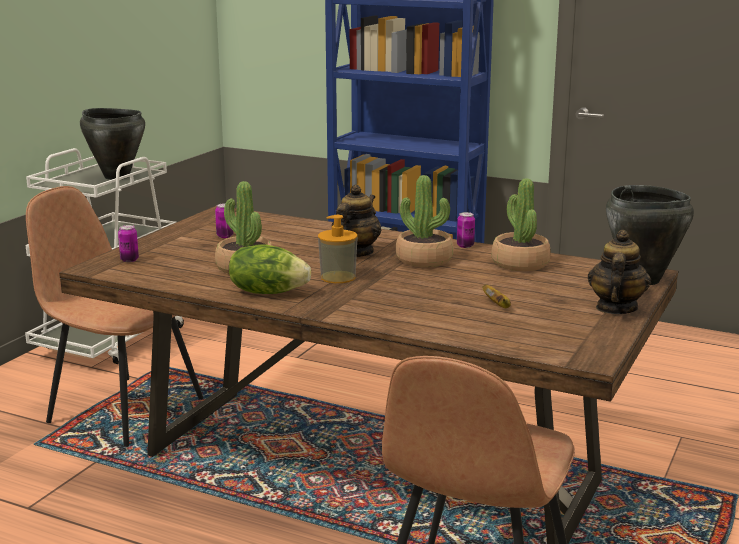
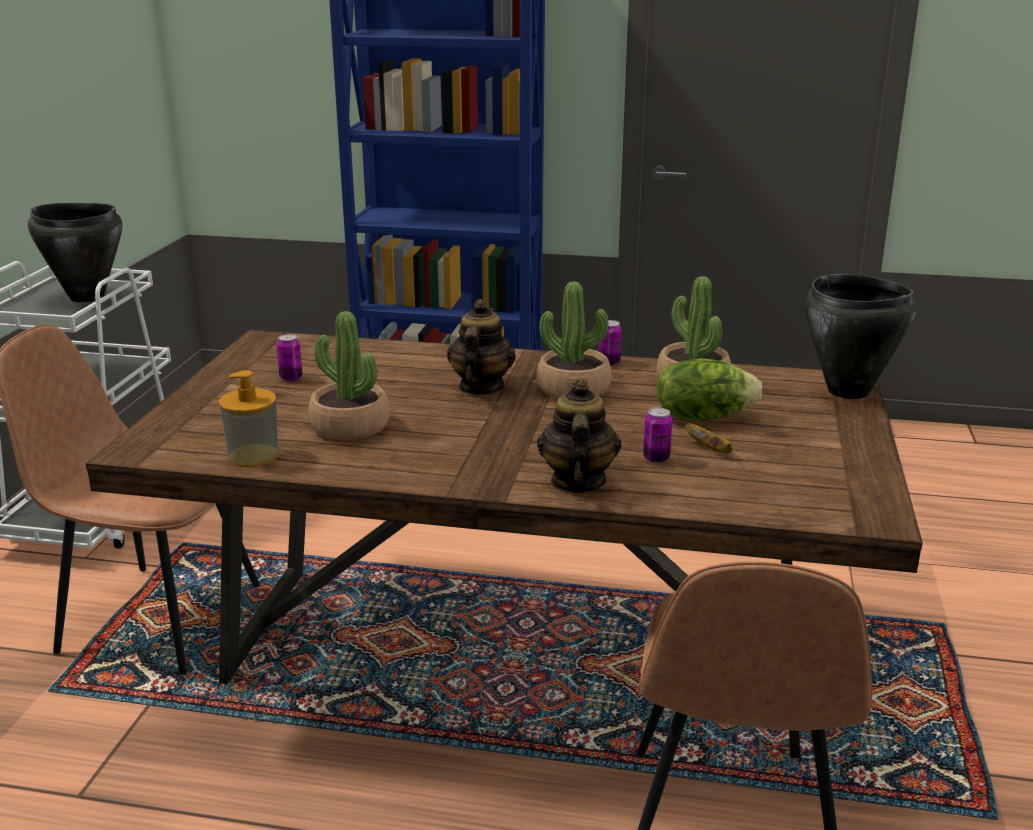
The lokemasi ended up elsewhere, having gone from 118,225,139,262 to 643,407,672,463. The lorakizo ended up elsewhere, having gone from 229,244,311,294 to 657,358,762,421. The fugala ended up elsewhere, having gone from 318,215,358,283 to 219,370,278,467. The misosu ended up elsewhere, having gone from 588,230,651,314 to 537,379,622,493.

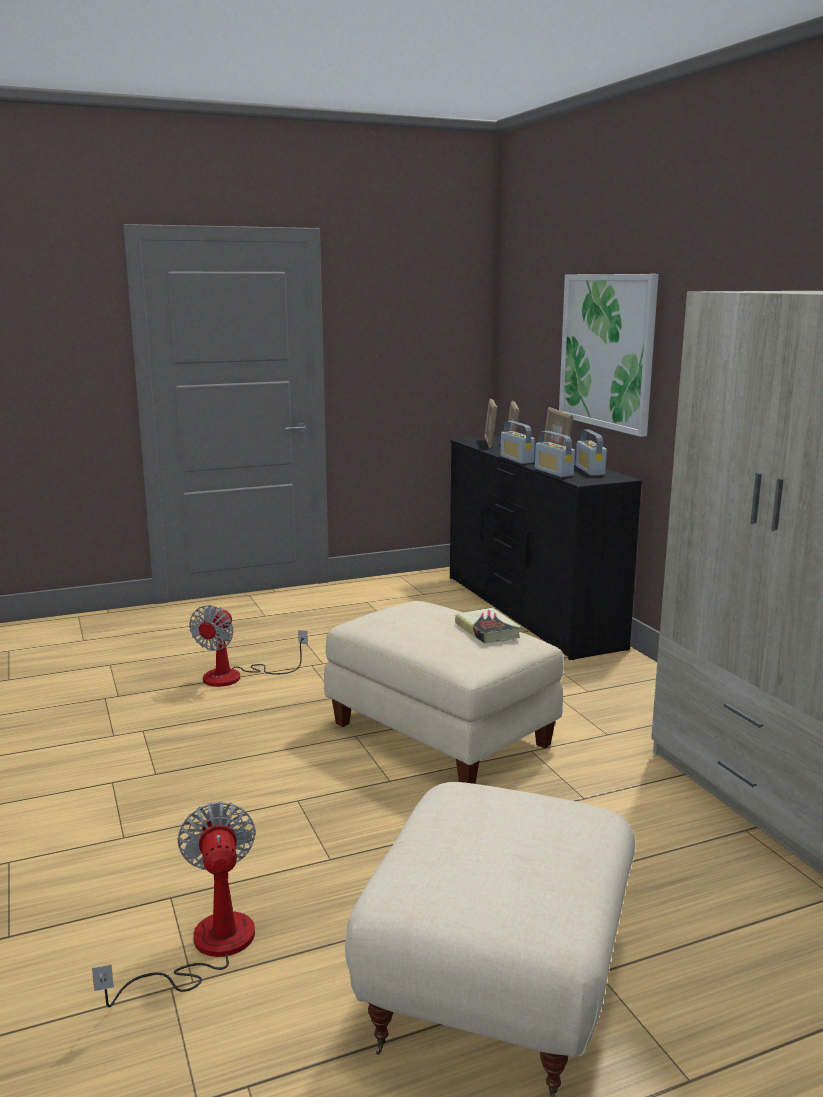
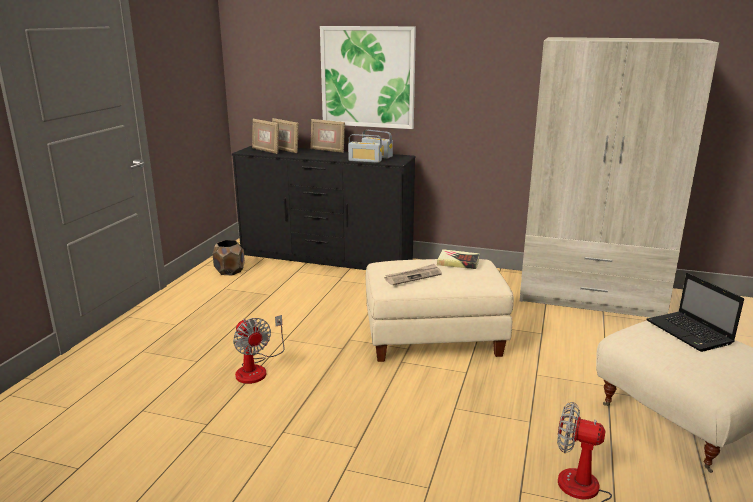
The second view lost the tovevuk at 500,421,535,464. The second view gained the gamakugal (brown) at 213,240,245,275. The second view gained the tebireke at 385,264,442,285. The second view gained the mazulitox at 646,273,744,352.

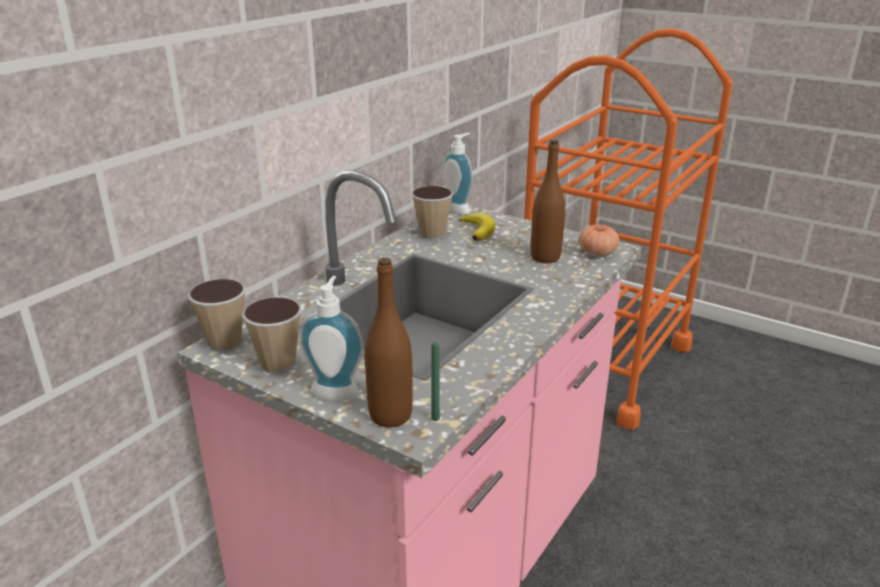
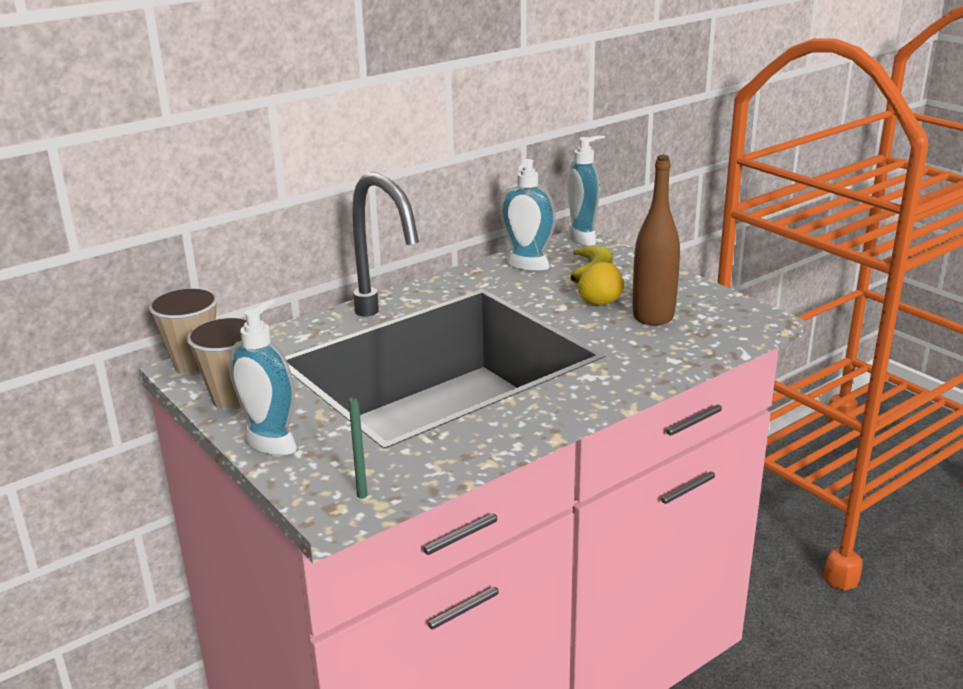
The second view lost the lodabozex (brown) at 365,258,413,427. Where the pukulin stood at 411,186,453,240, the fugala came to stand at 500,159,556,271. The second view lost the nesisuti at 579,225,619,256. The second view gained the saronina at 578,262,624,306.

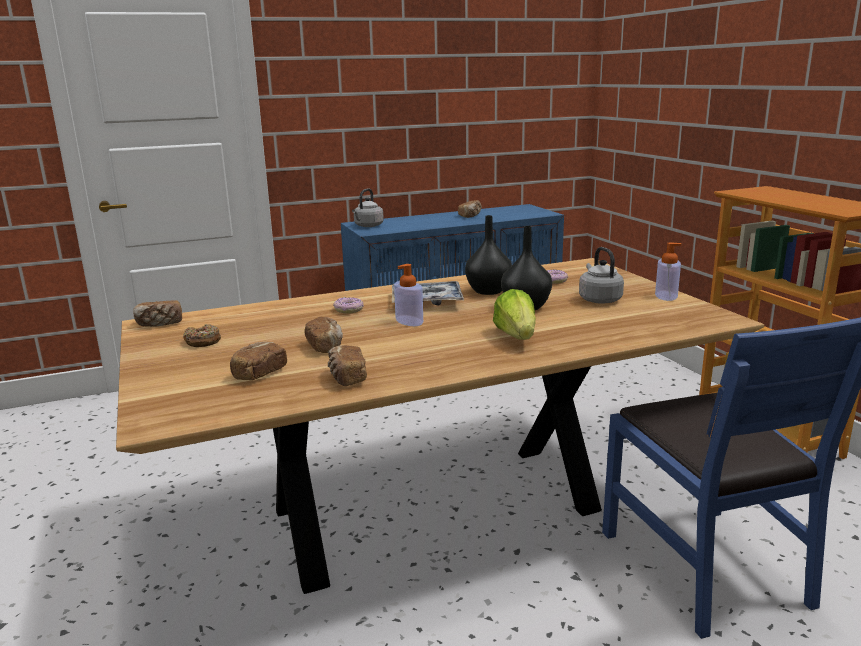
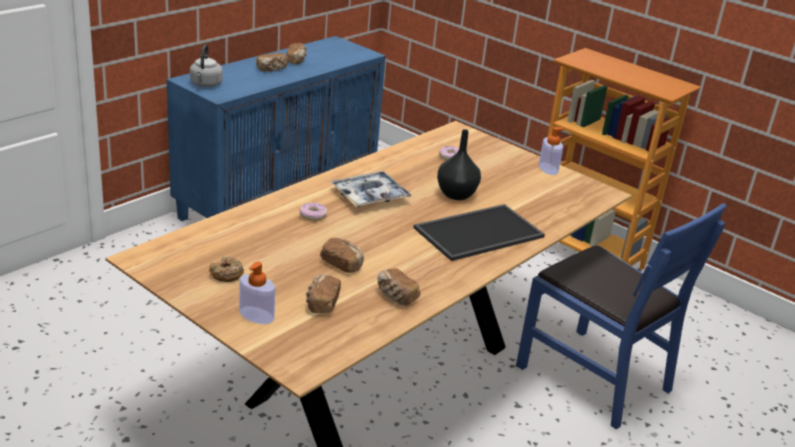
The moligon ended up elsewhere, having gone from 133,300,182,327 to 256,53,288,72. The fugala ended up elsewhere, having gone from 394,264,423,326 to 239,262,275,324. The second view lost the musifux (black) at 465,215,512,295. Where the lorakizo stood at 493,289,536,340, the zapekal came to stand at 414,204,545,261. The second view lost the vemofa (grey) at 579,247,624,304.

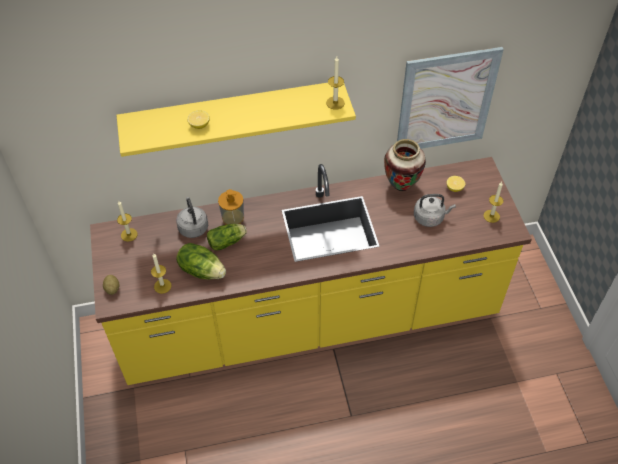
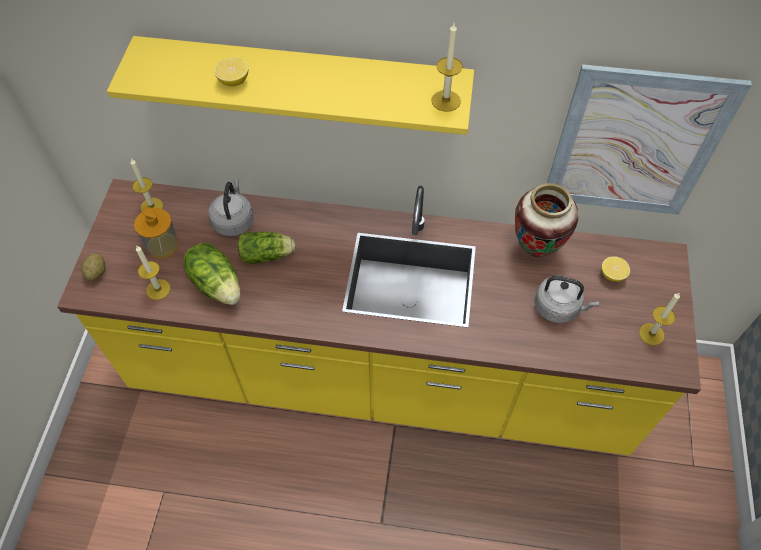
The fugala ended up elsewhere, having gone from 218,189,244,225 to 134,207,178,259.

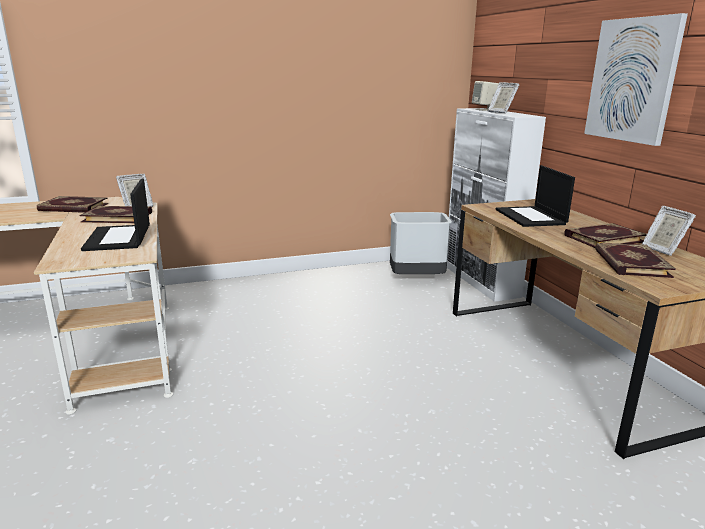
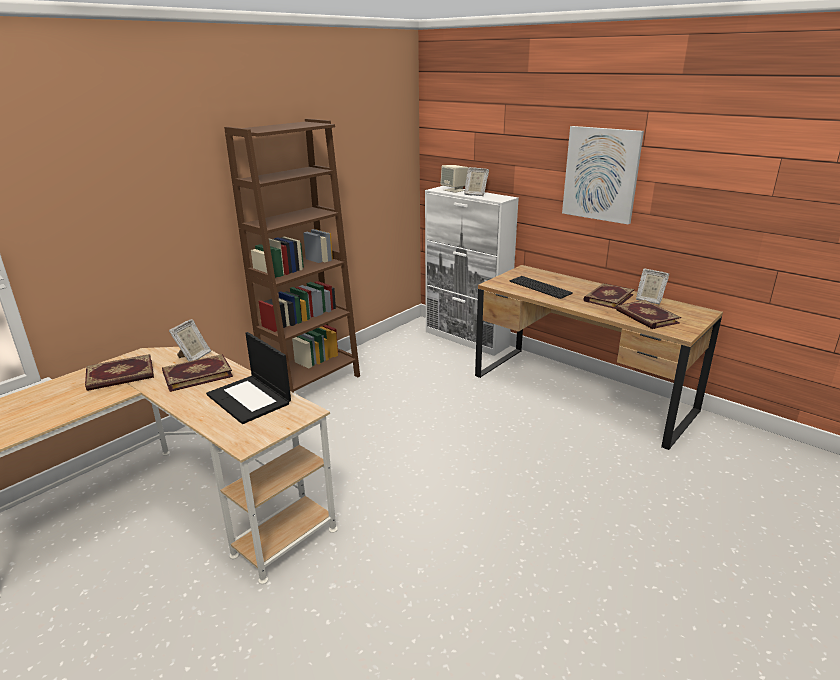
The second view lost the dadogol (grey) at 390,212,452,274. Where the mazulitox stood at 496,165,575,227, the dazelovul came to stand at 509,276,573,299. The second view gained the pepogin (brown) at 224,119,360,393.

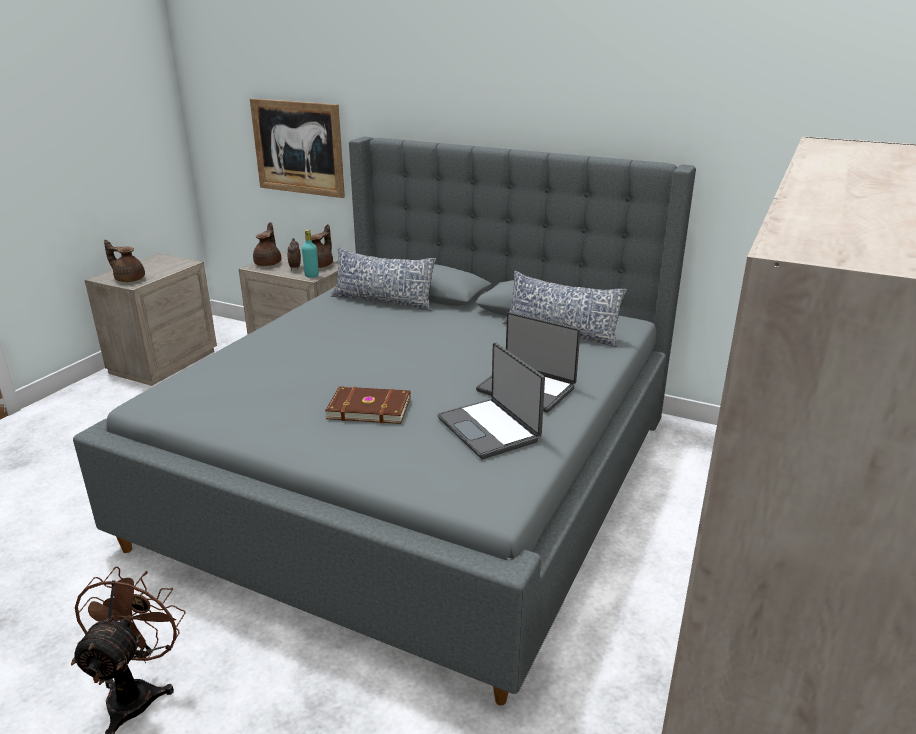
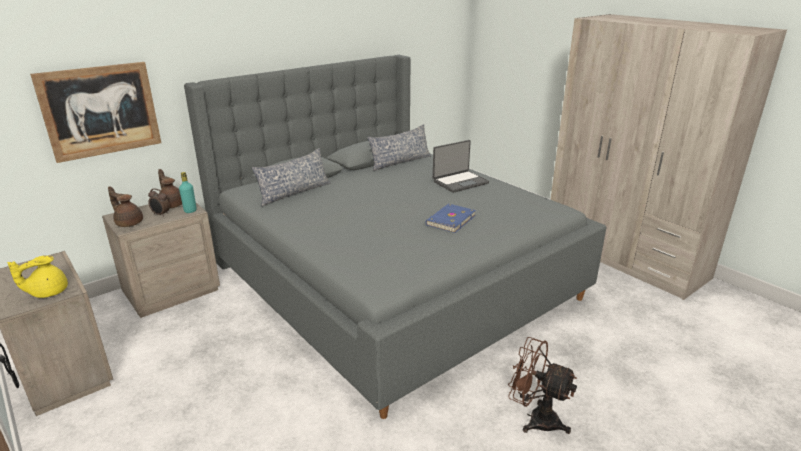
What was the misosu (brown) at 104,240,145,282 turned into the misosu (yellow) at 7,255,68,298. What was the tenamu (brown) at 325,386,411,424 turned into the tenamu (blue) at 425,204,476,233. The second view lost the mazulitox at 437,343,545,459.

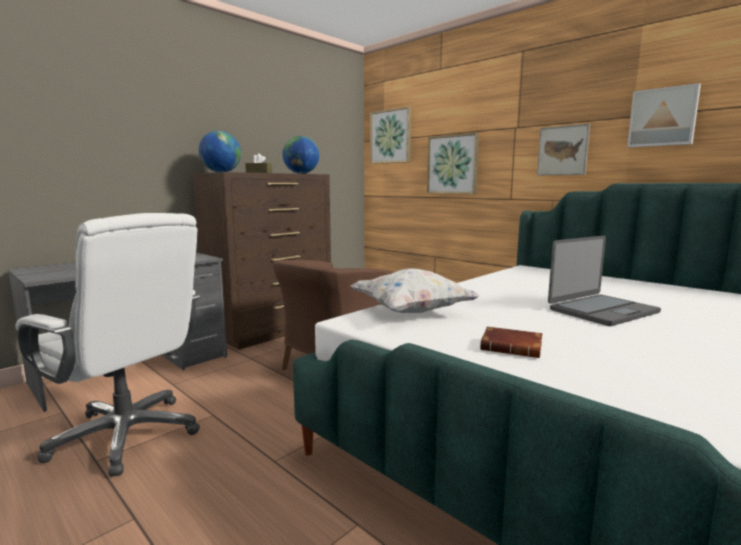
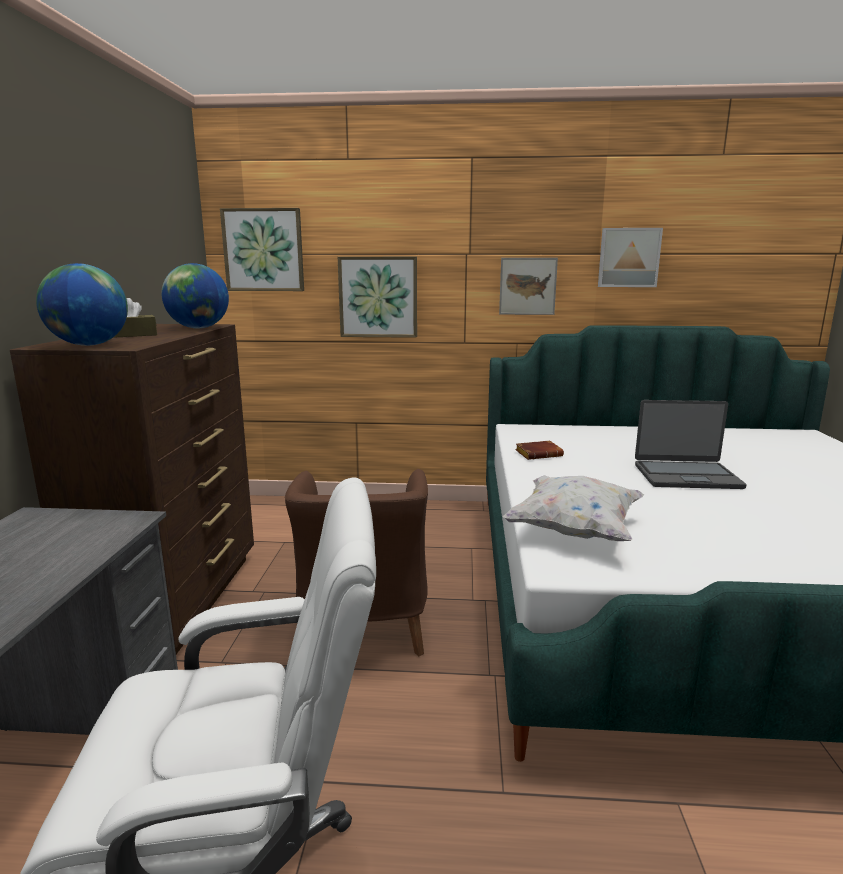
The tenamu (brown) ended up elsewhere, having gone from 480,326,542,358 to 515,441,564,460. The mazulitox at 548,236,661,326 ended up facing another way, 75 degrees clockwise from before.

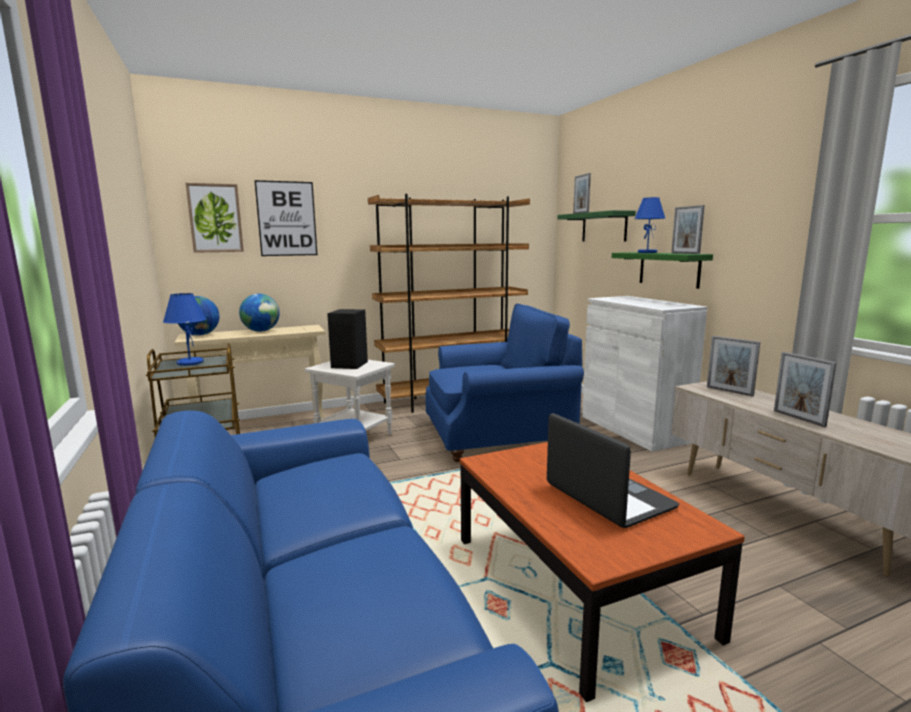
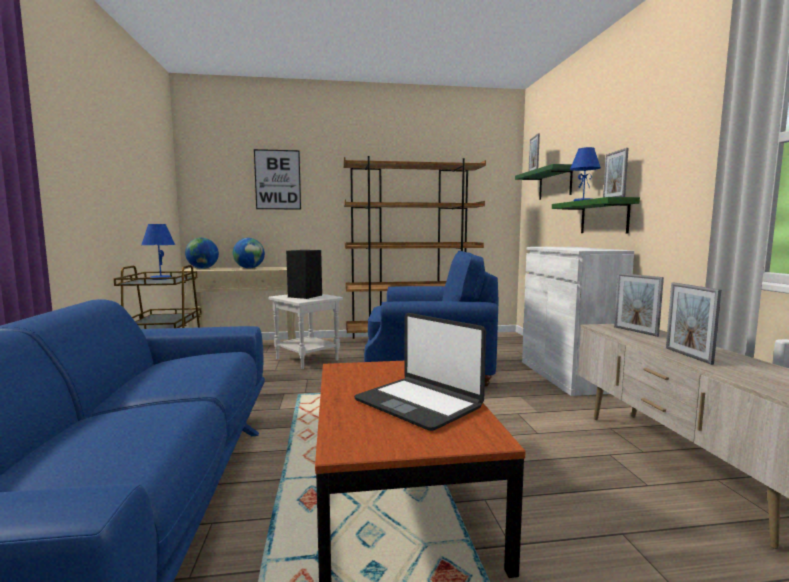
The second view lost the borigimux at 186,183,244,253. The mazulitox at 547,413,679,528 ended up facing another way, 150 degrees clockwise from before.

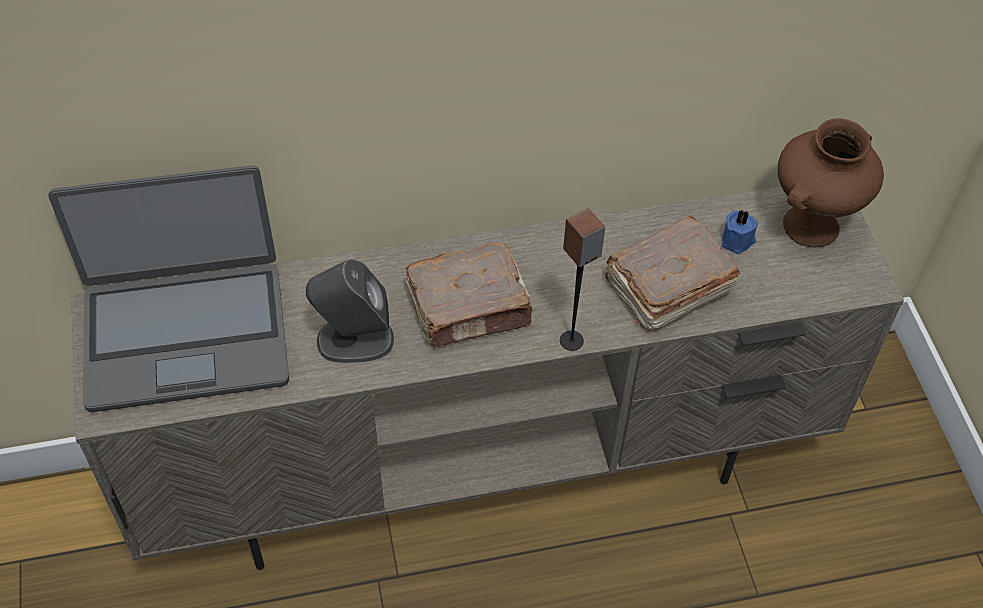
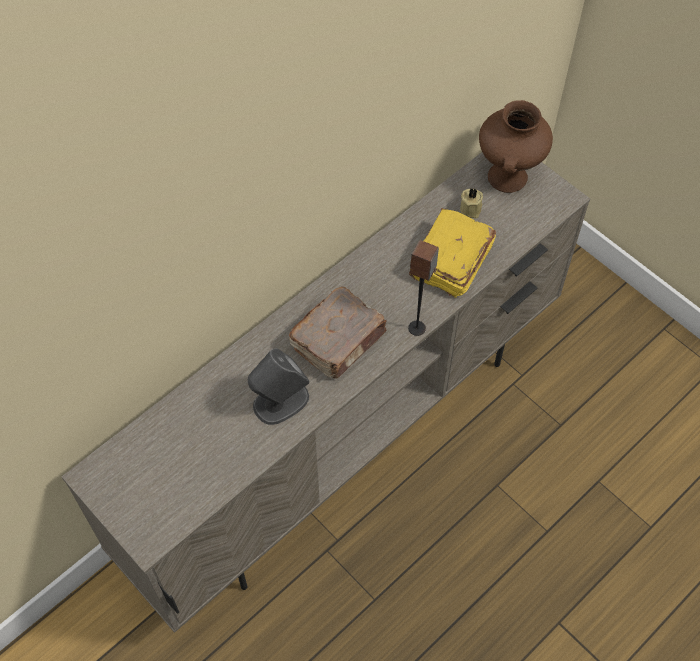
The second view lost the mazulitox at 48,165,289,412. What was the tenamu (brown) at 605,215,740,330 turned into the tenamu (yellow) at 409,208,496,298. What was the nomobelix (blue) at 722,210,758,254 turned into the nomobelix (beige) at 460,188,483,219.

